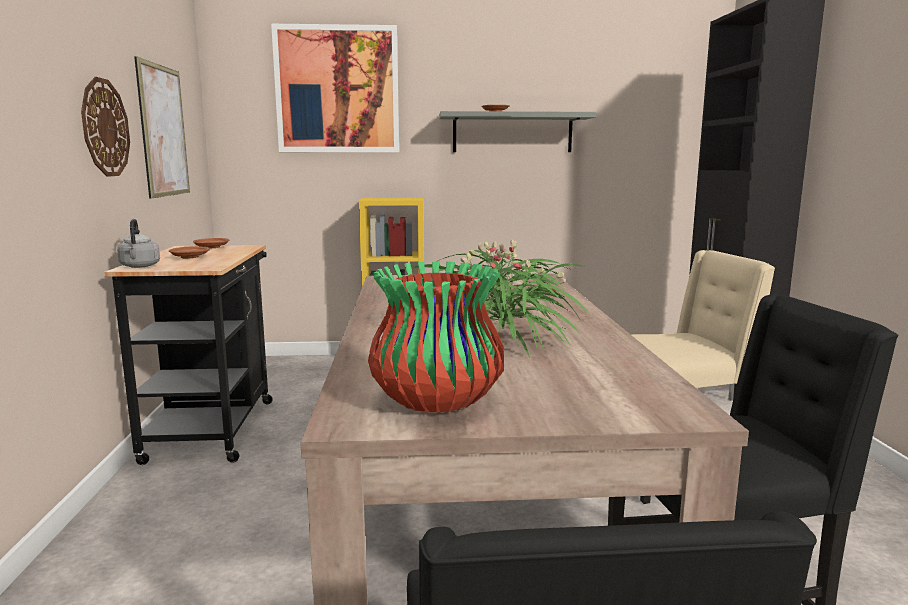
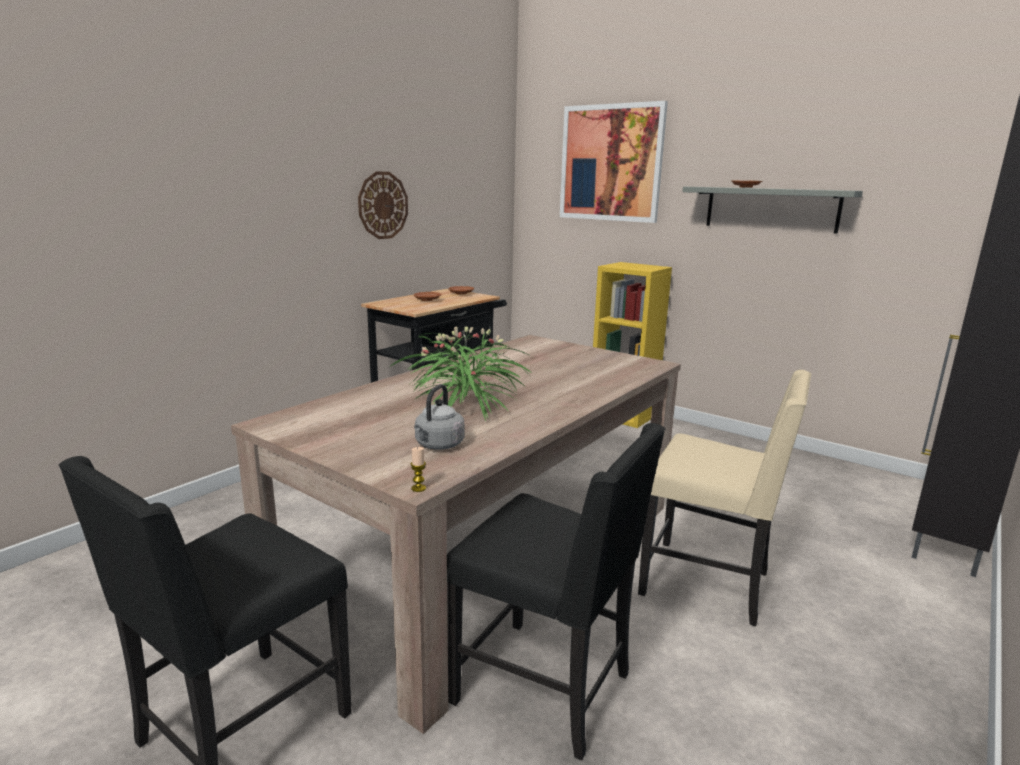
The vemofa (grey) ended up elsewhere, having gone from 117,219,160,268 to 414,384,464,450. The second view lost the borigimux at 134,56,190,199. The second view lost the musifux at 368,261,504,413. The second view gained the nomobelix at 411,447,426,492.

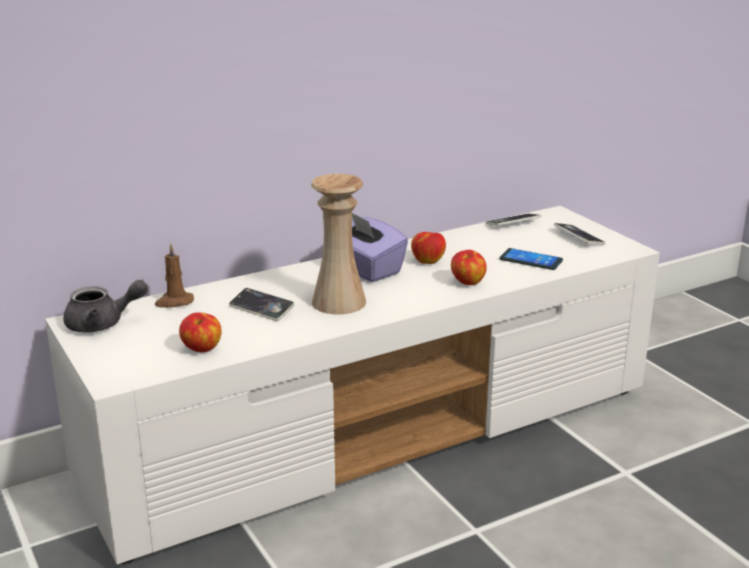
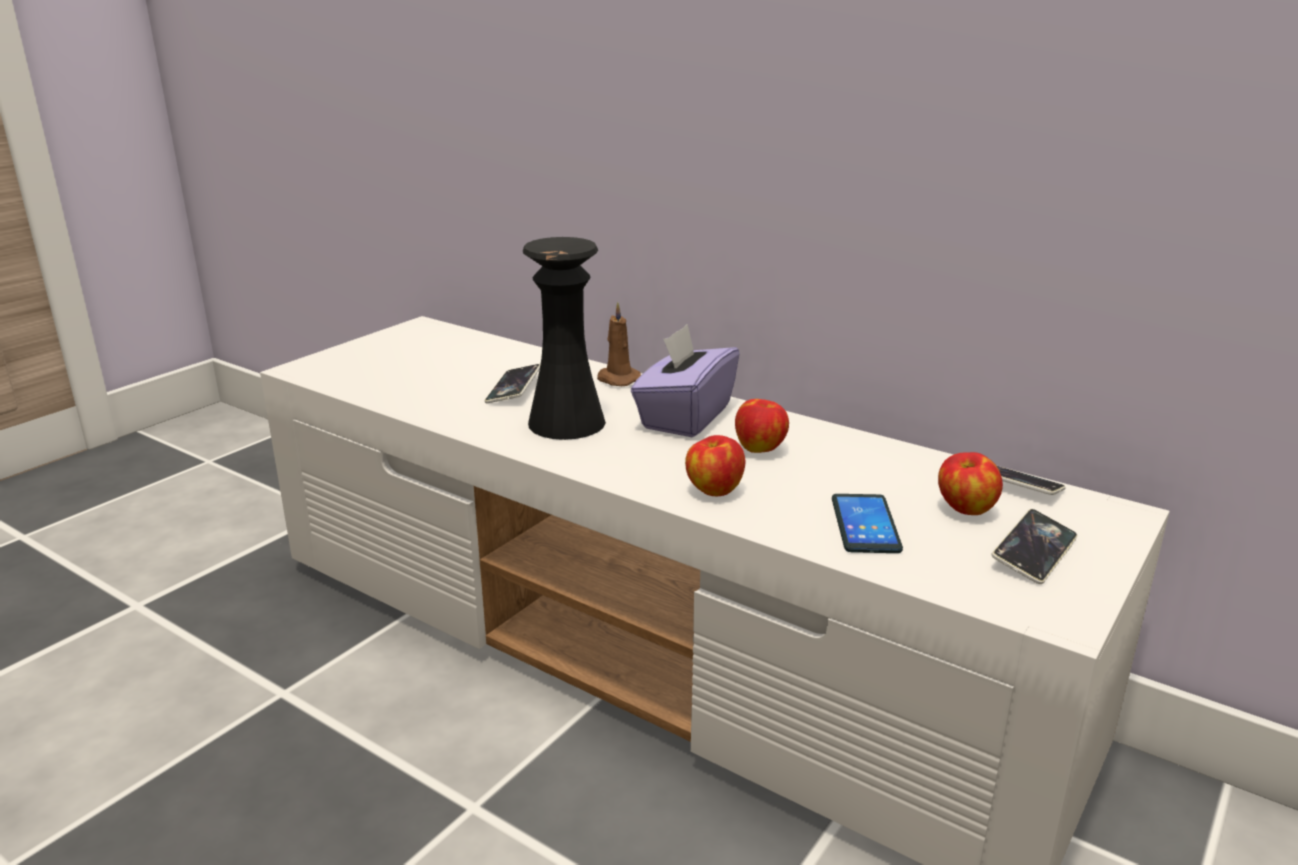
The second view lost the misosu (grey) at 63,280,148,333. The nomobelix (brown) ended up elsewhere, having gone from 155,243,194,308 to 597,302,641,386. The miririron ended up elsewhere, having gone from 179,312,222,352 to 938,452,1003,515. What was the musifux (beige) at 311,174,366,314 turned into the musifux (black) at 523,237,606,440.

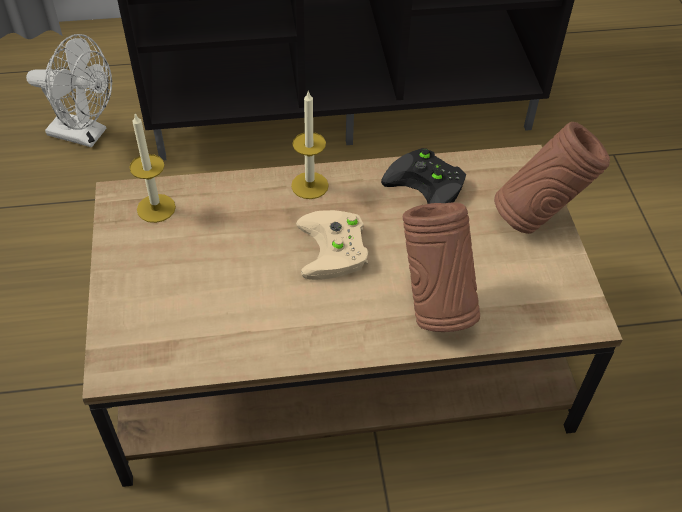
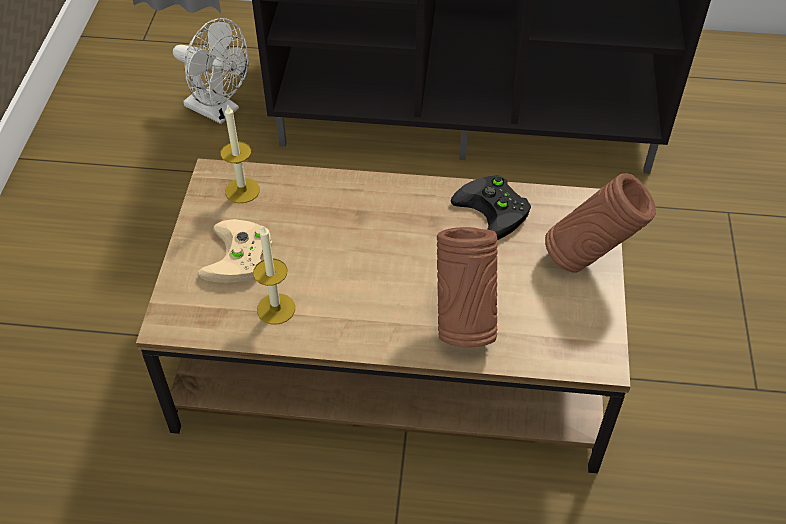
The nomobelix ended up elsewhere, having gone from 291,90,329,199 to 253,226,295,325. The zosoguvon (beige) ended up elsewhere, having gone from 296,210,368,280 to 198,219,272,283.

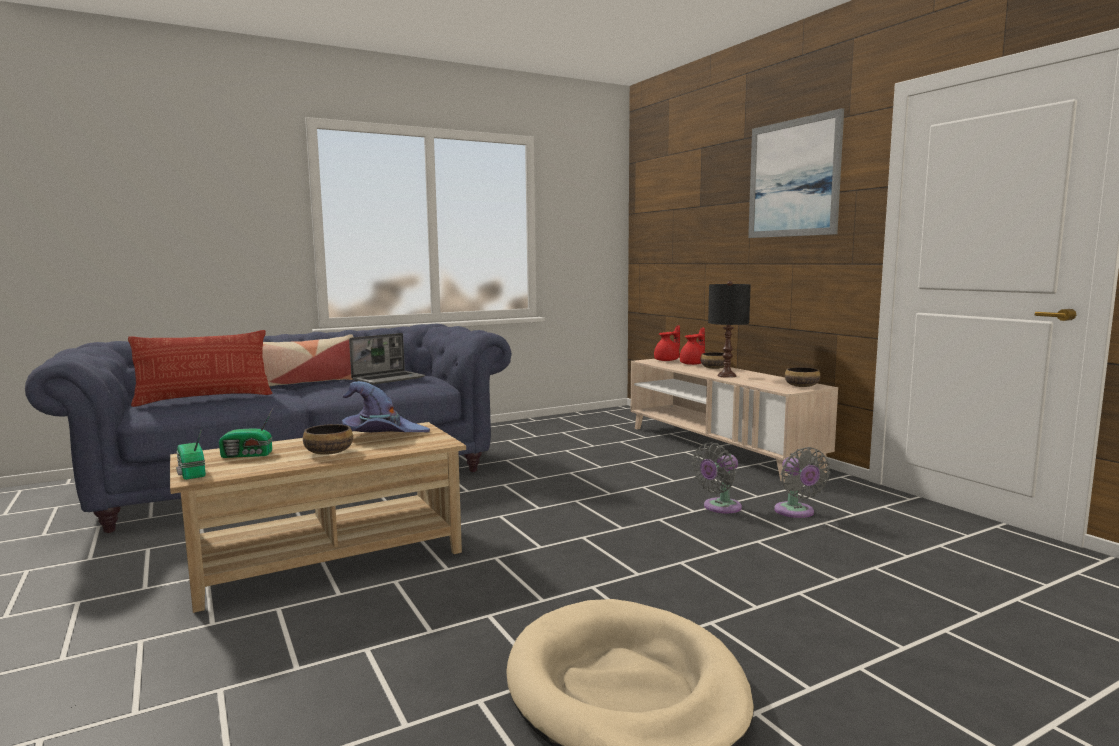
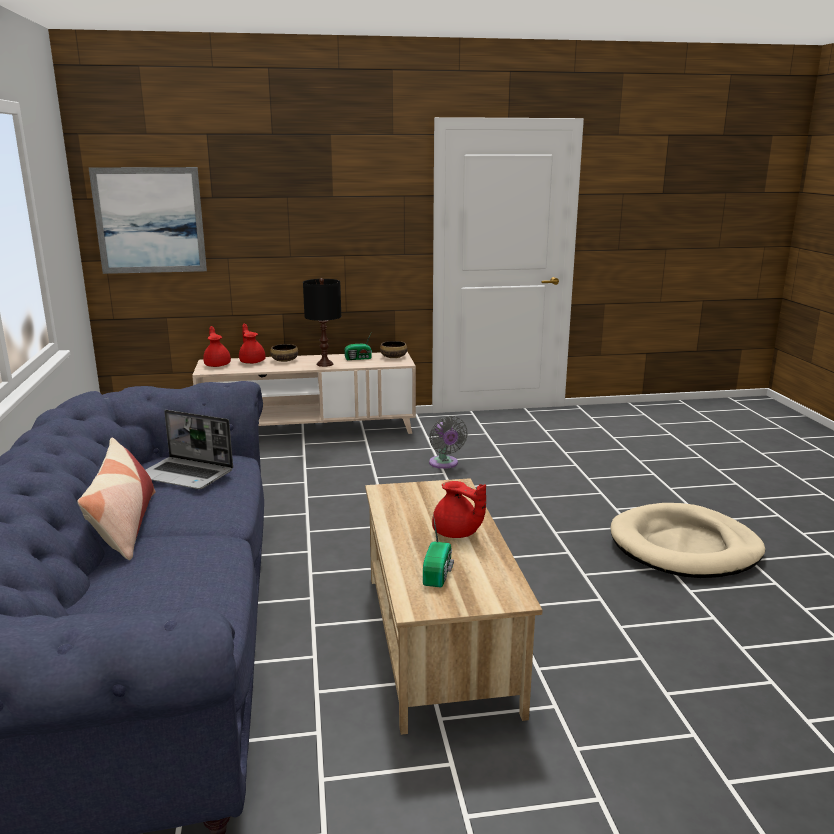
The second view lost the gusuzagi at 128,330,273,407. The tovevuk ended up elsewhere, having gone from 176,428,206,480 to 344,331,372,360. Where the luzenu stood at 303,424,353,455, the misosu (red) came to stand at 432,481,486,538. The second view lost the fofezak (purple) at 342,381,430,433. The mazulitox at 349,333,425,385 ended up facing another way, 135 degrees clockwise from before. The borigimux ended up elsewhere, having gone from 748,108,844,238 to 89,167,207,274. The second view lost the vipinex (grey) at 774,447,830,518.

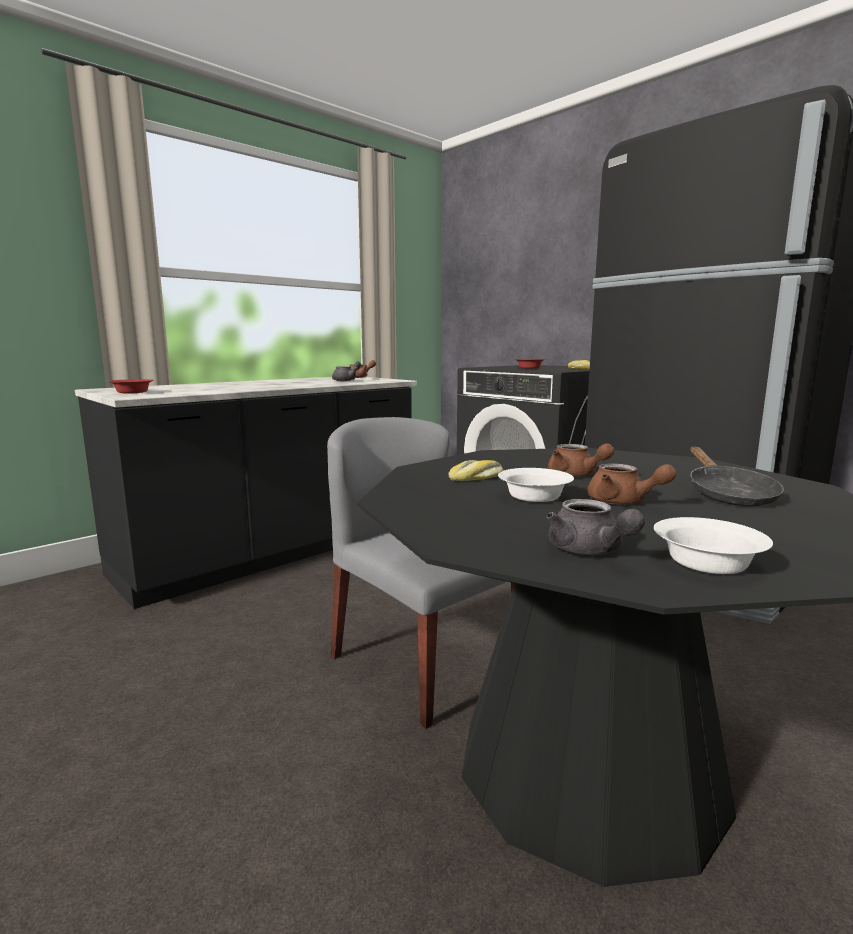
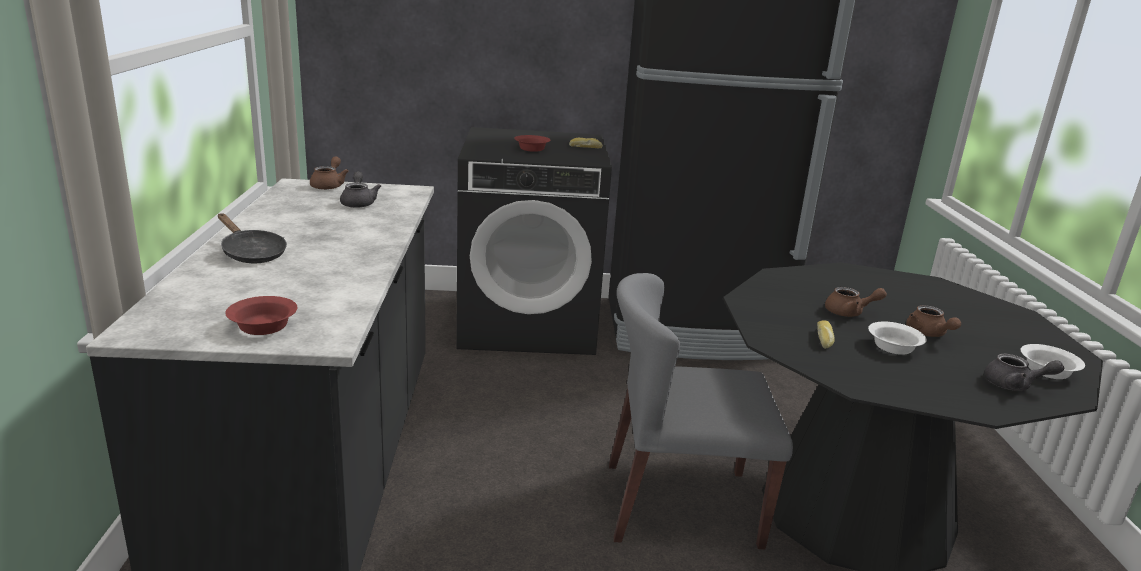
The misosu (brown) at 588,463,676,504 ended up facing another way, 75 degrees clockwise from before. The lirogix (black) ended up elsewhere, having gone from 690,447,784,507 to 218,214,287,263.

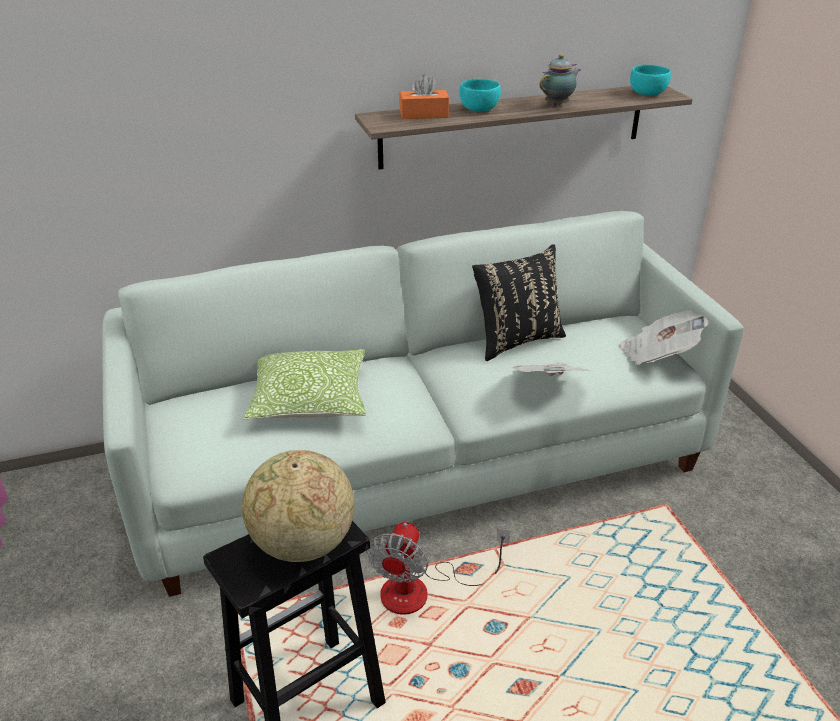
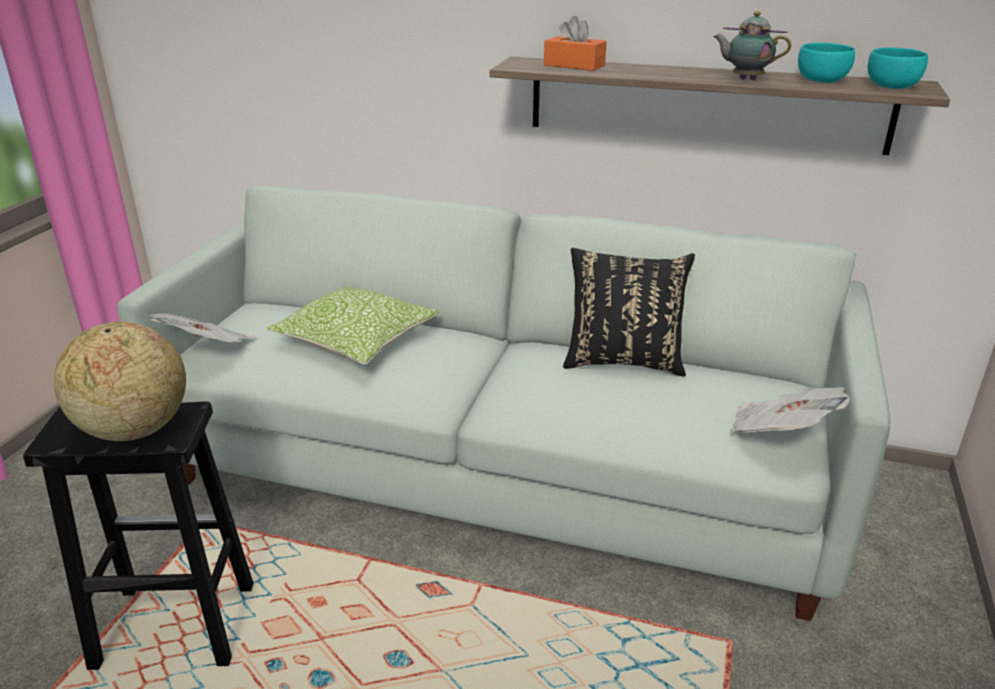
The second view lost the vipinex at 366,522,510,615. The luzenu (turquoise) ended up elsewhere, having gone from 460,79,501,112 to 798,43,855,83. The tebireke ended up elsewhere, having gone from 513,363,590,376 to 150,313,254,343. The misosu at 539,54,581,106 ended up facing another way, 150 degrees counterclockwise from before.

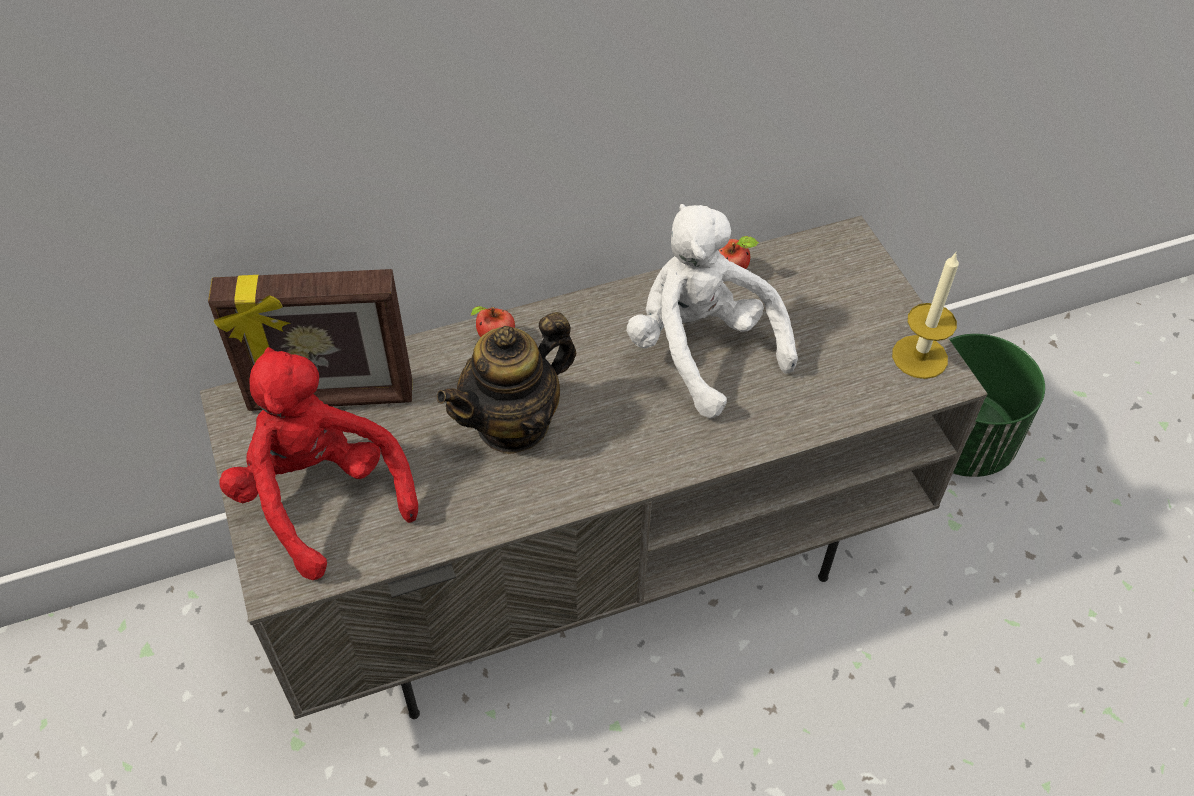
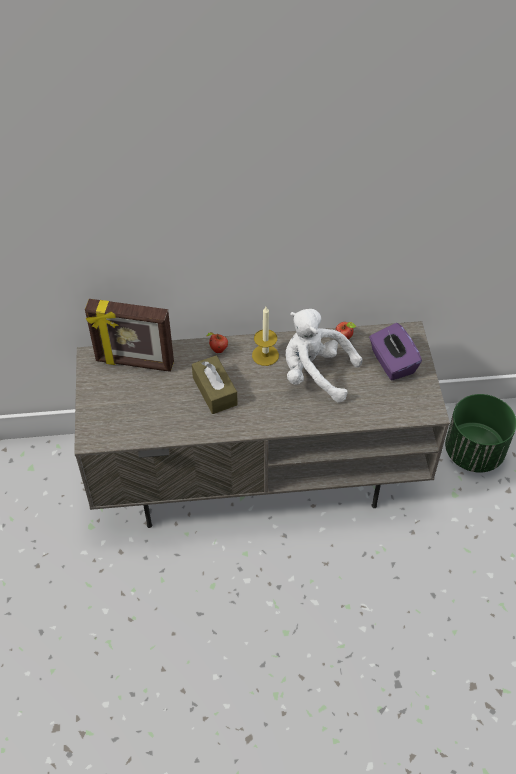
The second view lost the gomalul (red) at 219,347,418,580. Where the misosu stood at 436,312,576,454, the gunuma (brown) came to stand at 192,355,238,414. The gomalul (white) at 627,204,798,418 ended up facing another way, 45 degrees counterclockwise from before. The nomobelix ended up elsewhere, having gone from 892,253,959,379 to 252,307,279,366. The second view gained the gunuma (purple) at 369,323,422,380.

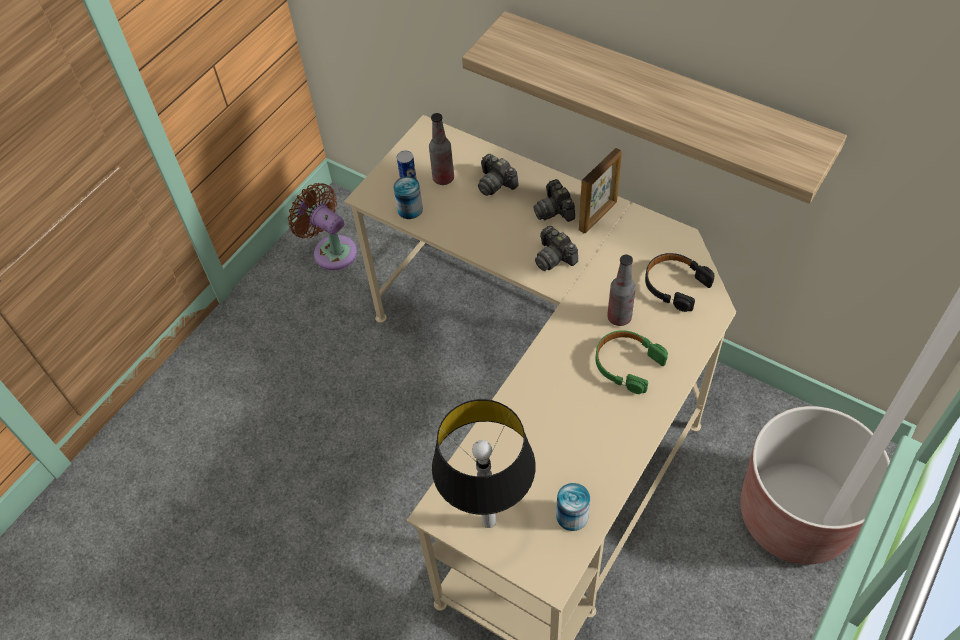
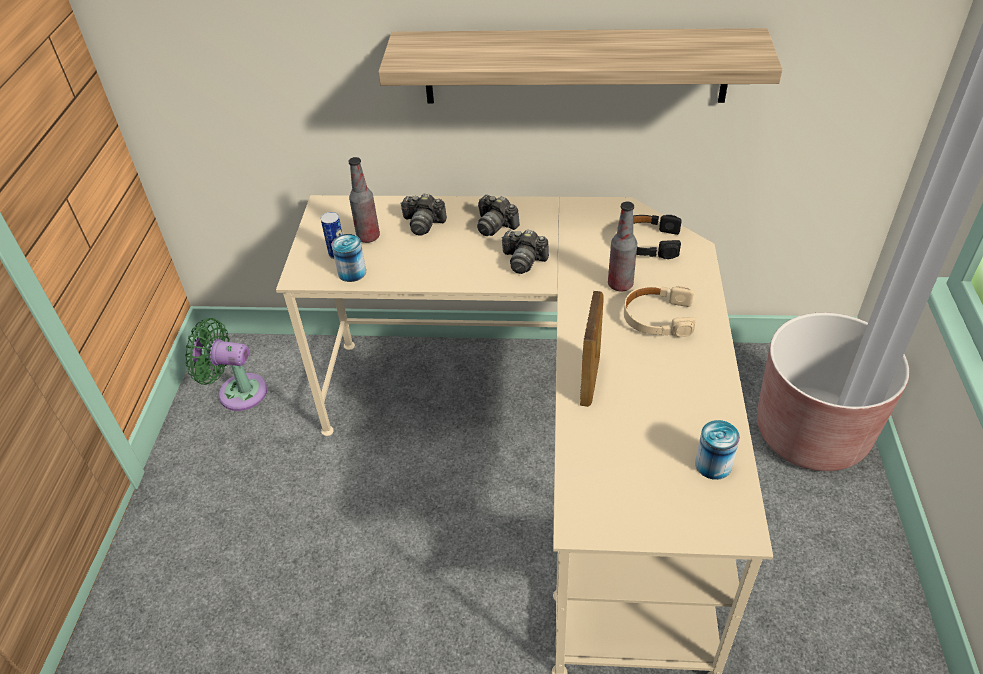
What was the vipinex (brown) at 288,183,357,270 turned into the vipinex (green) at 185,318,267,411. The second view lost the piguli at 432,399,536,528. The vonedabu ended up elsewhere, having gone from 579,148,622,233 to 580,291,604,407. What was the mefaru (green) at 596,330,668,394 turned into the mefaru (beige) at 624,286,696,337.

